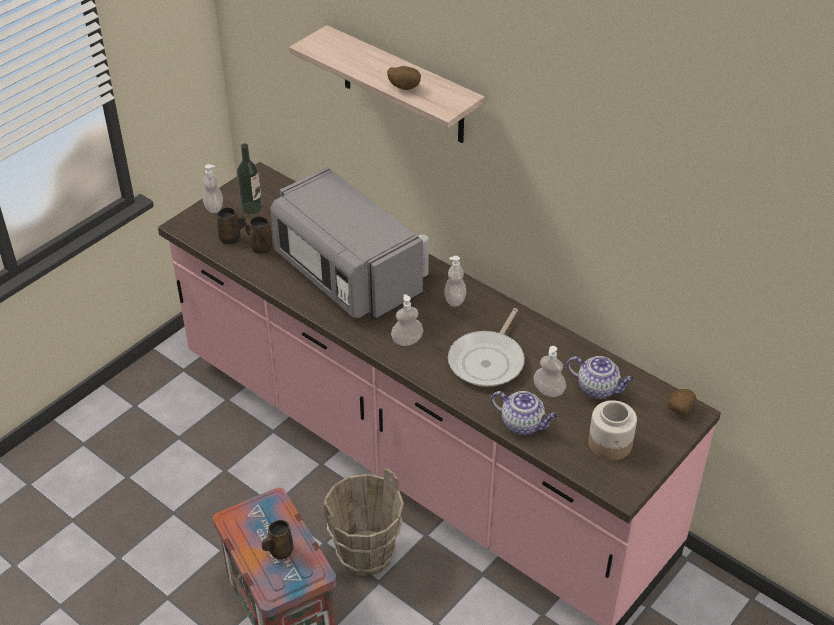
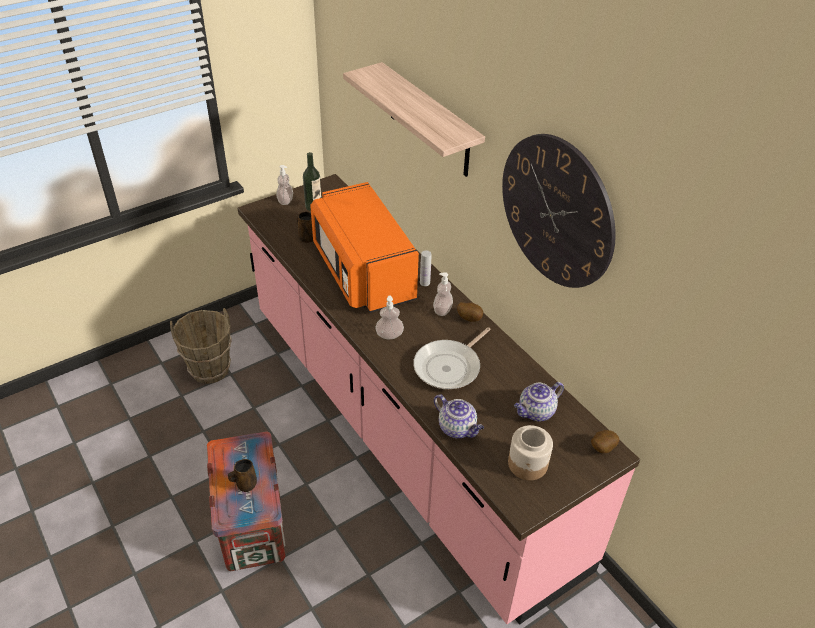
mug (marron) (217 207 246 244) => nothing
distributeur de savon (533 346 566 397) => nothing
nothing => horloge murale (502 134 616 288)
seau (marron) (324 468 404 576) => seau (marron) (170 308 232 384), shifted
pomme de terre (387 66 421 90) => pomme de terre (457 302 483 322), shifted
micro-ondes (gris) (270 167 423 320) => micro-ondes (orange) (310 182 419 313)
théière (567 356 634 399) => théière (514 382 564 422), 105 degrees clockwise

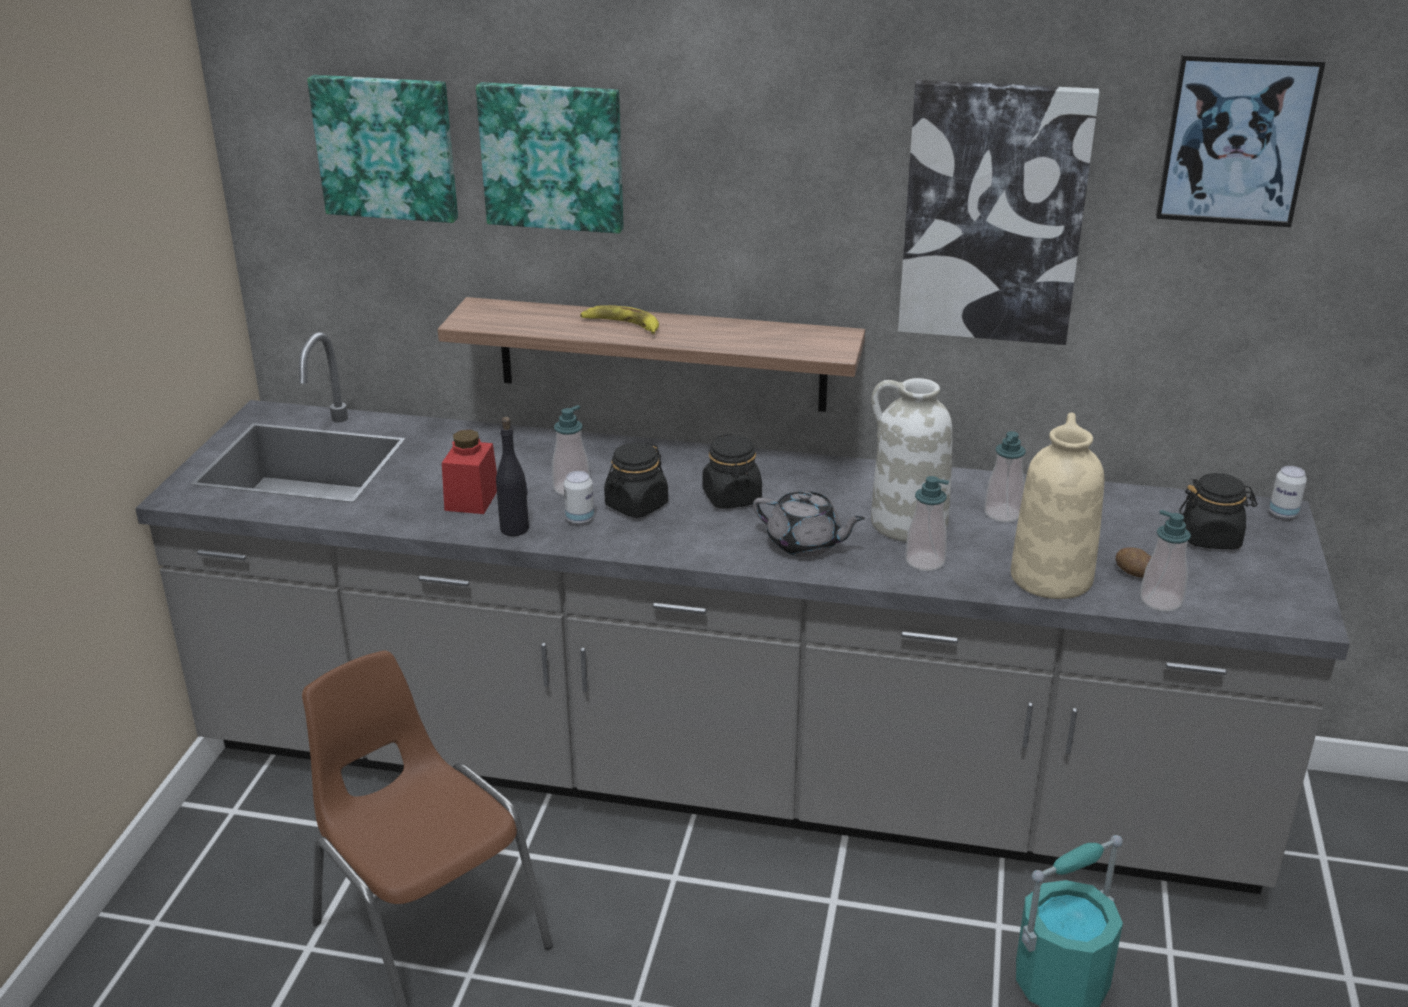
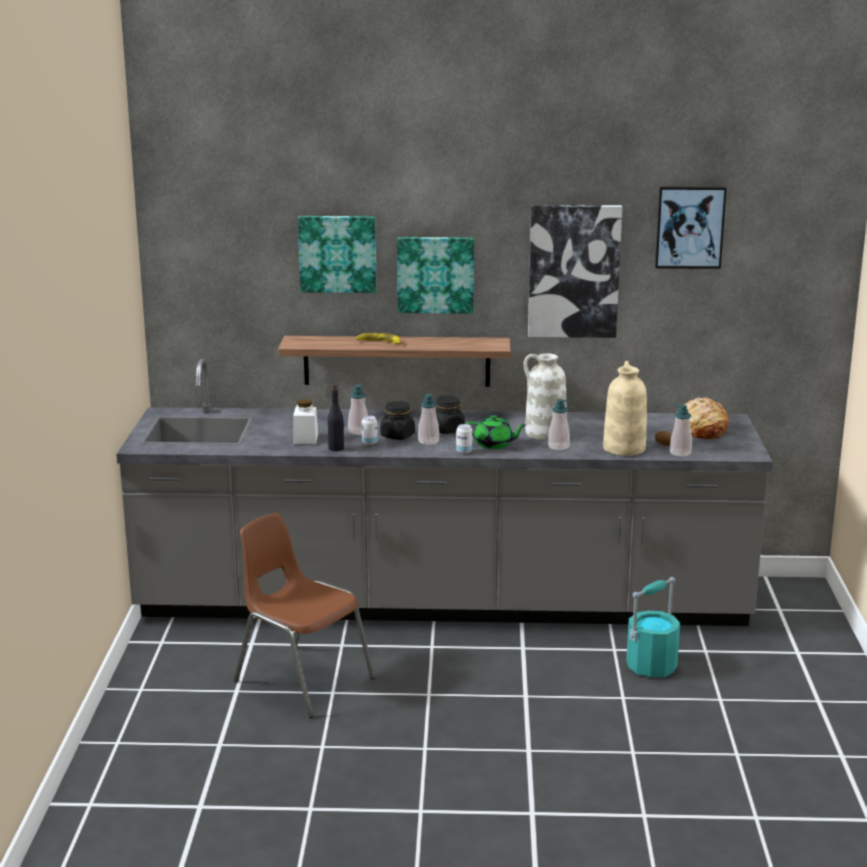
tableau (307 75 458 223) => tableau (397 237 474 314), shifted
distributeur de savon (984 431 1026 522) => distributeur de savon (418 394 439 445), shifted
boîte métallique (1269 466 1307 519) => boîte métallique (456 424 472 454), shifted
bocal (noir) (1179 473 1258 549) => pain (677 397 729 439)
bocal (rouge) (442 429 497 514) => bocal (blanc) (293 399 318 444)
théière (gris) (753 491 865 557) => théière (vert) (466 415 526 449)

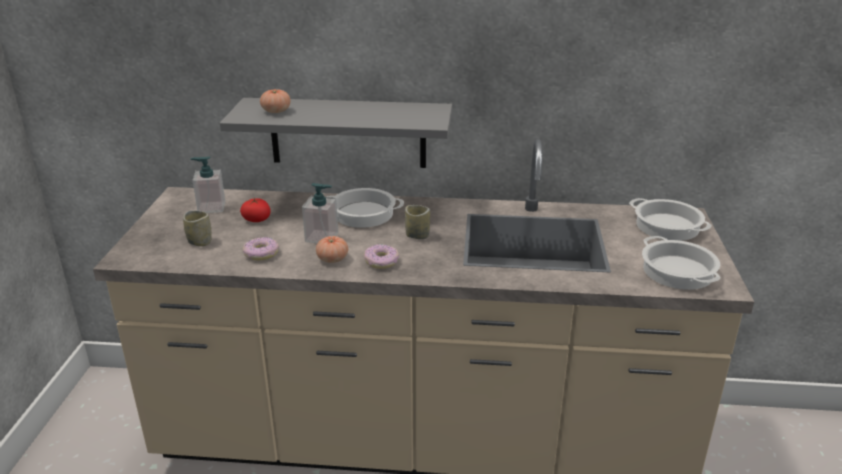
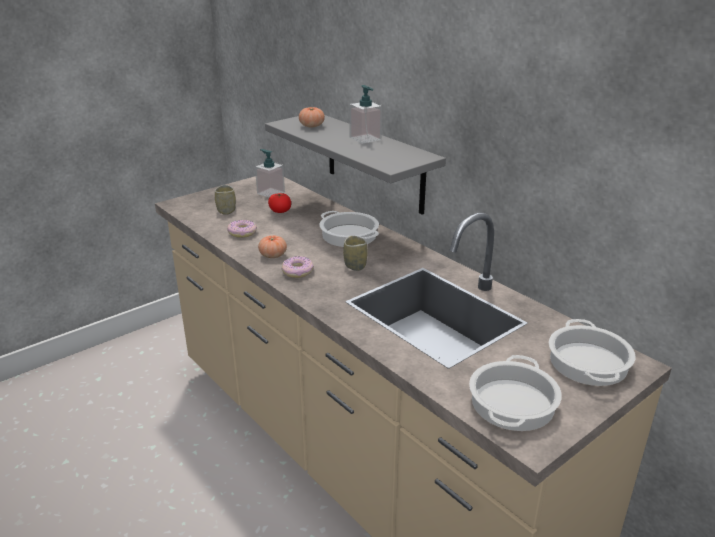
distributeur de savon (302 183 338 243) => distributeur de savon (349 85 382 144), shifted

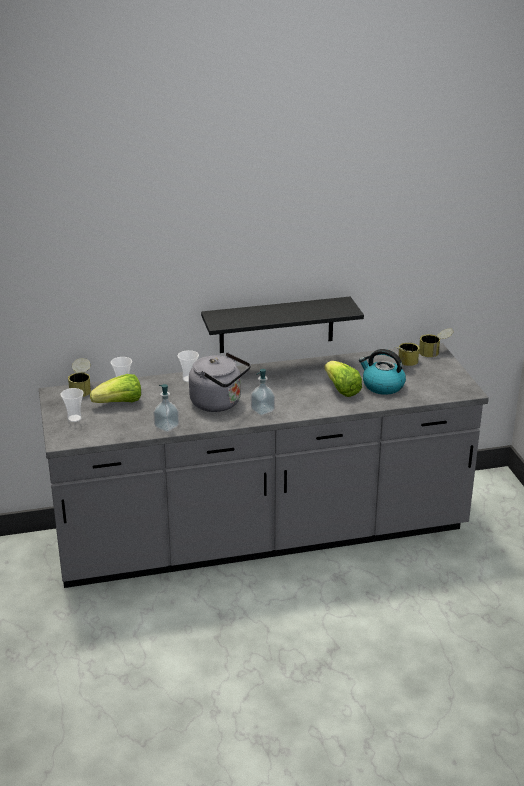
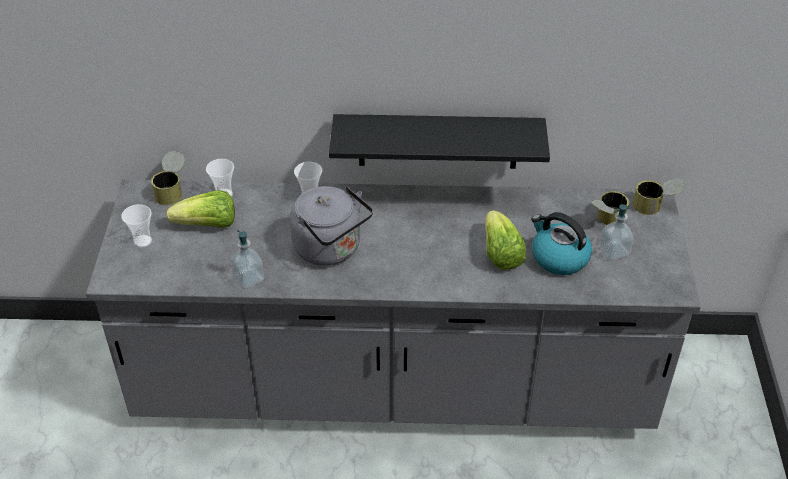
distributeur de savon (251 369 275 416) => distributeur de savon (599 204 633 260), shifted

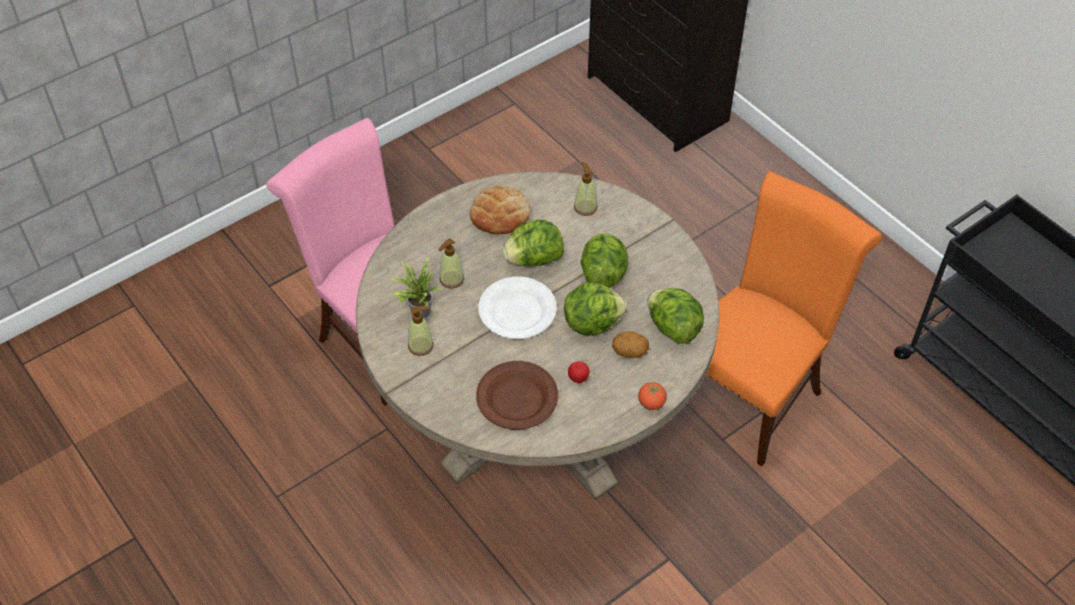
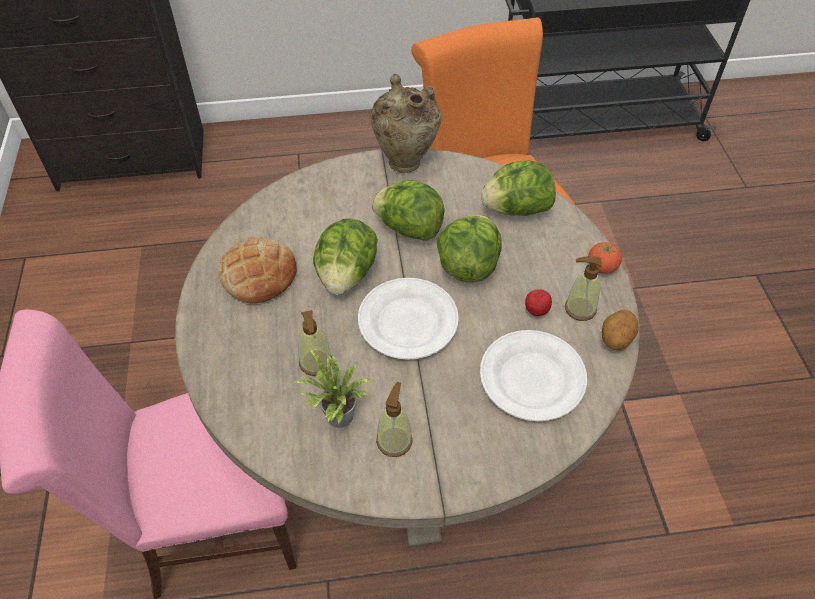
nothing => vase (beige) (371 74 441 173)
distributeur de savon (574 162 598 216) => distributeur de savon (565 256 601 321), shifted
pomme de terre (612 331 649 358) => pomme de terre (602 310 639 350), shifted
assiette (marron) (476 361 558 430) => assiette (blanc) (480 330 587 421)

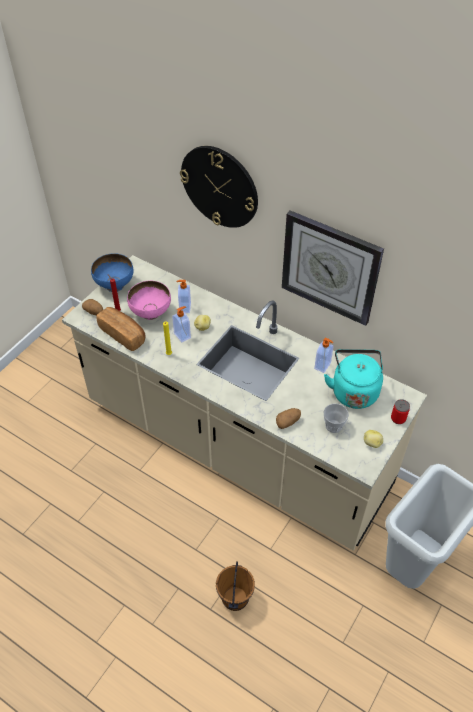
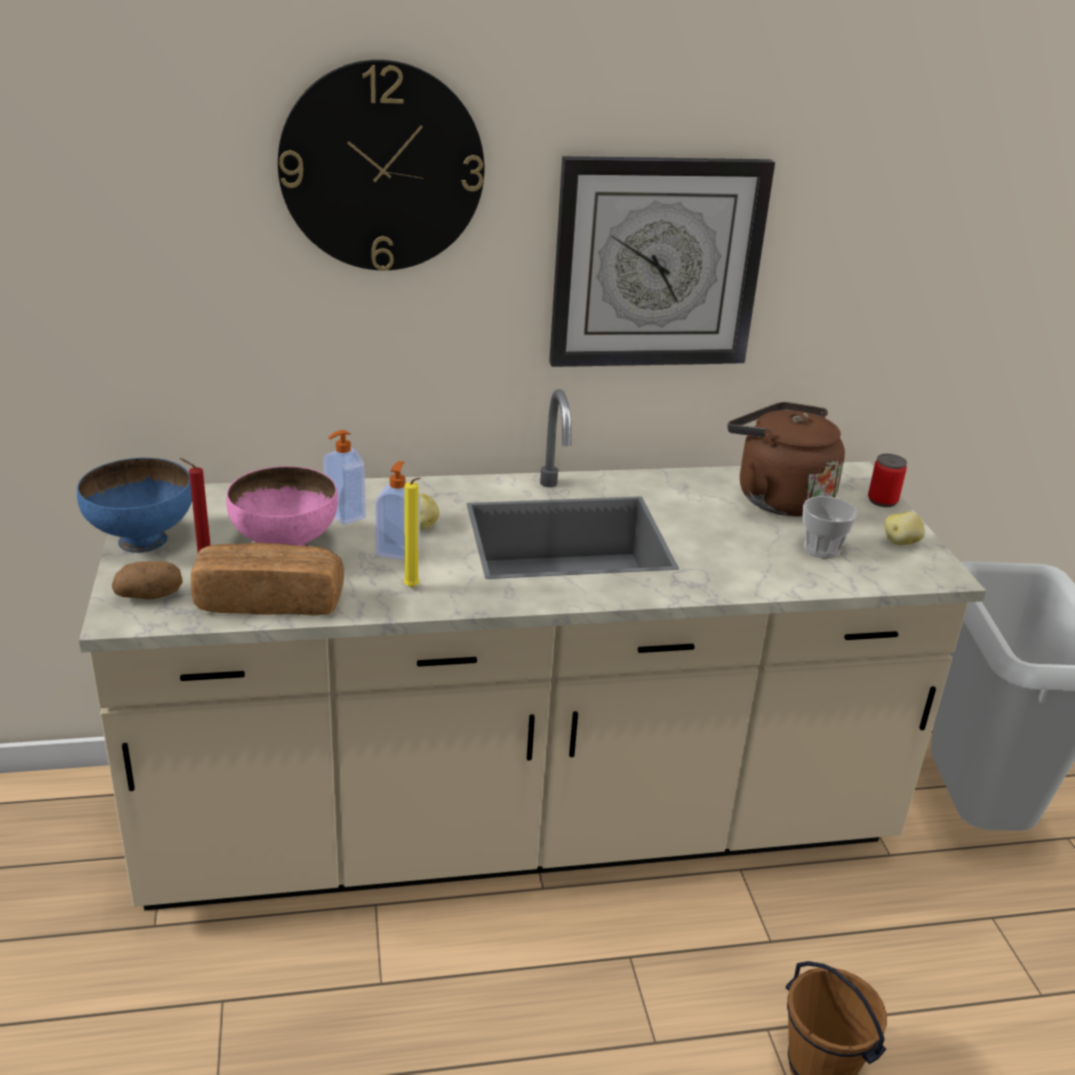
pomme de terre (276 408 301 429) => nothing
distributeur de savon (314 338 334 373) => nothing
bouilloire (turquoise) (324 349 383 409) => bouilloire (marron) (727 402 845 517)

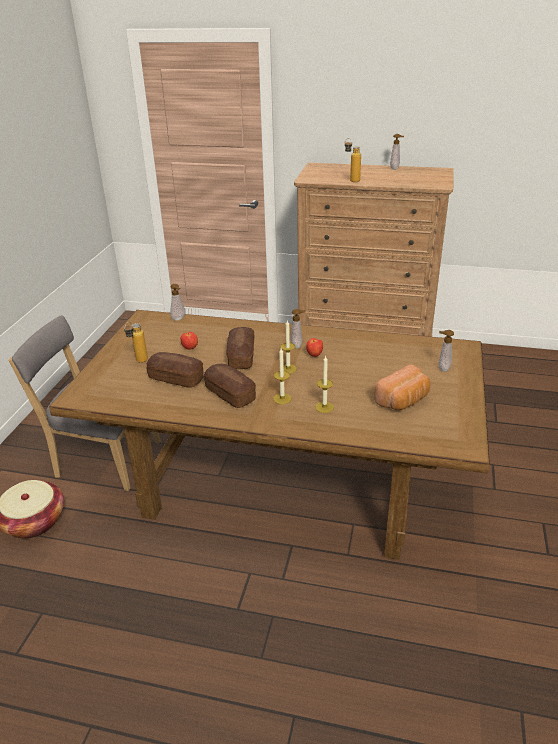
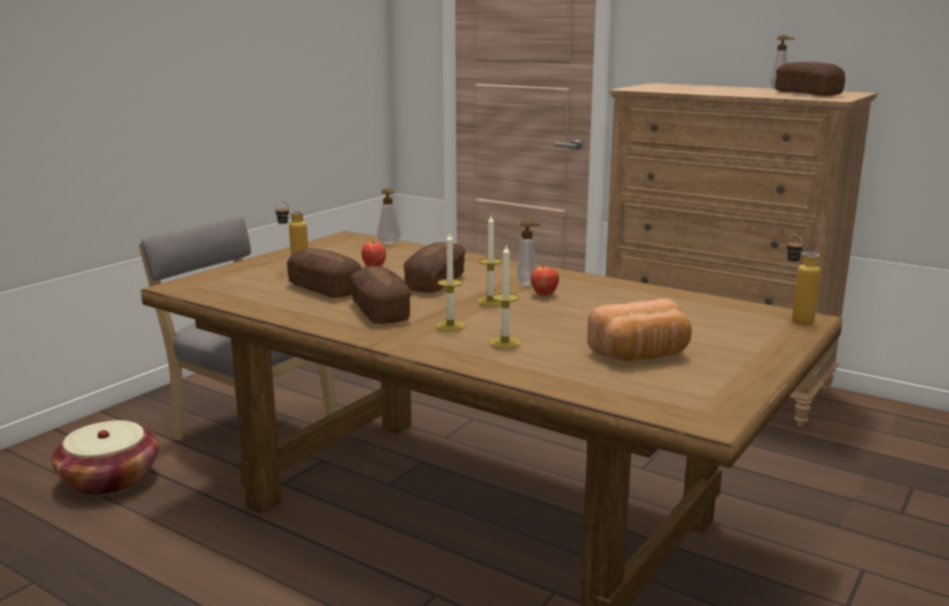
distributeur de savon (438 330 454 372) => nothing
nothing => pain (775 62 845 96)
bouteille (345 138 361 182) => bouteille (786 235 821 325), shifted

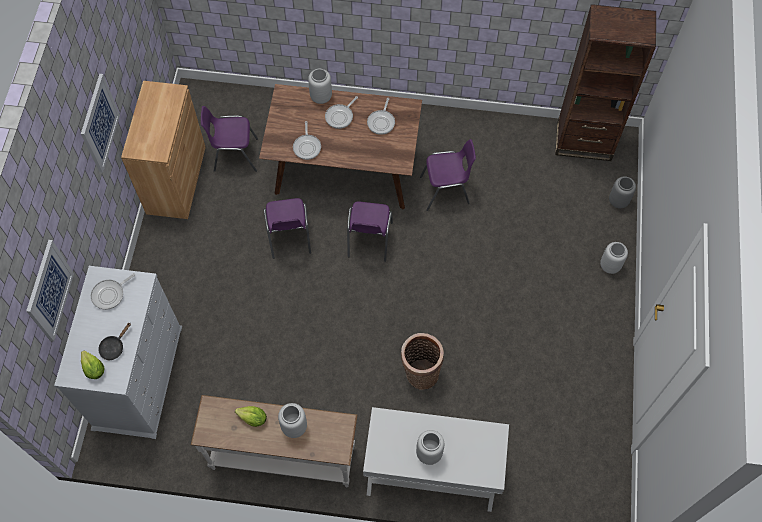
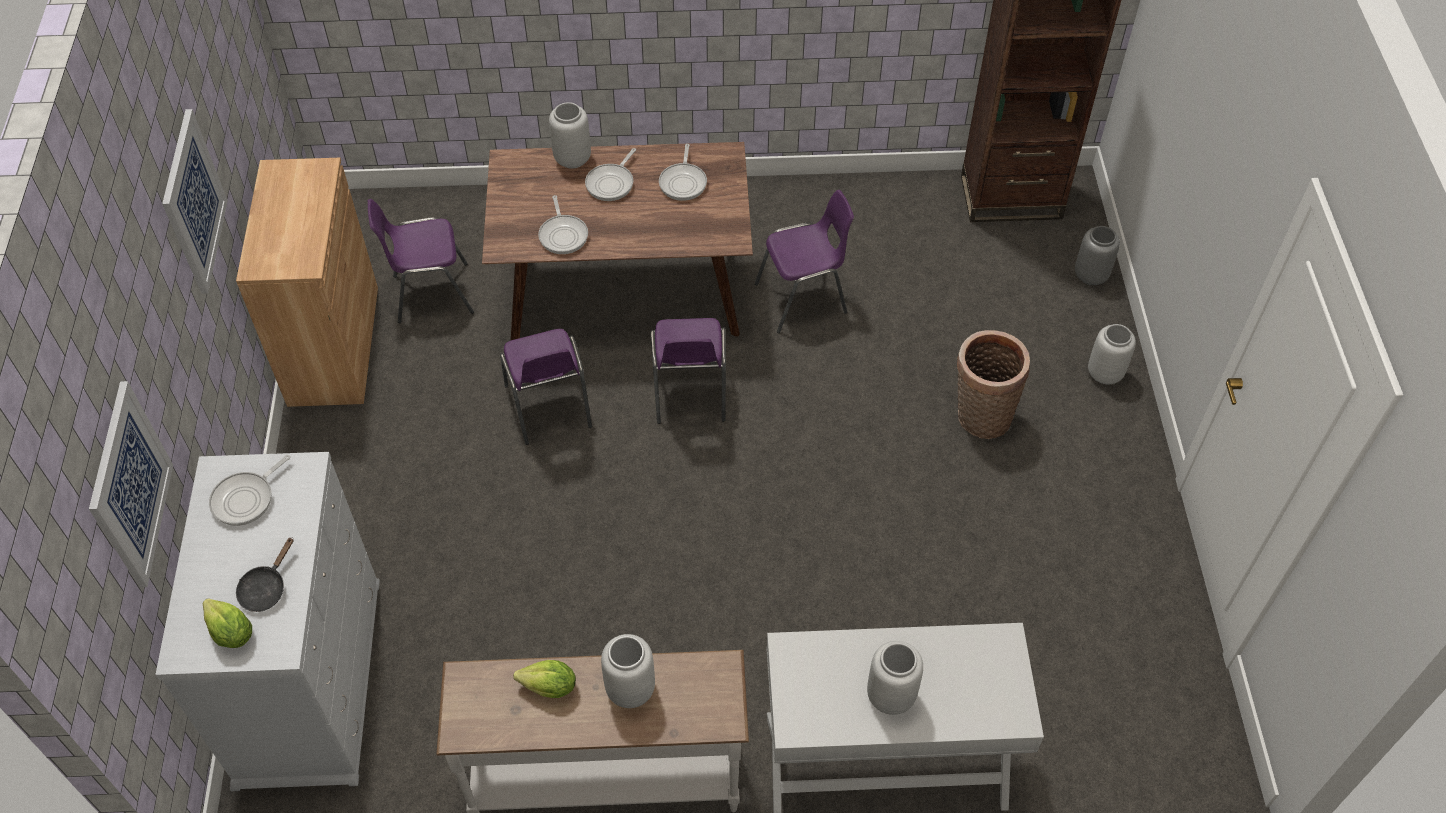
panier (401 333 444 390) => panier (957 330 1030 439), shifted

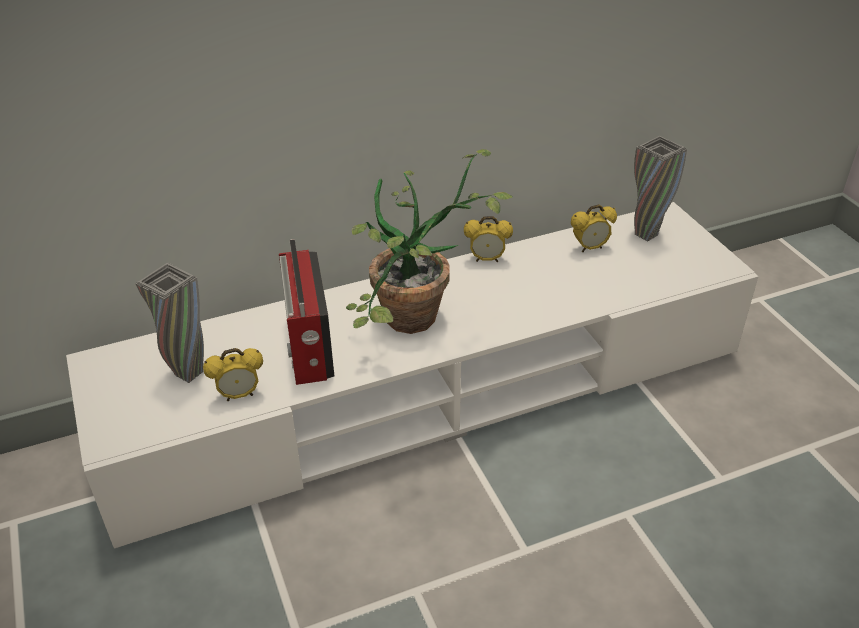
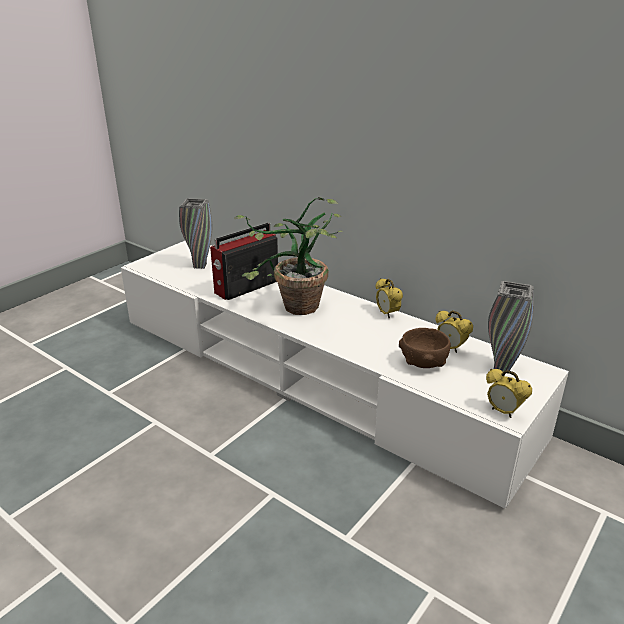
nothing => bol (marron) (399 328 451 368)
réveil (203 348 263 401) => réveil (486 369 532 418), shifted

